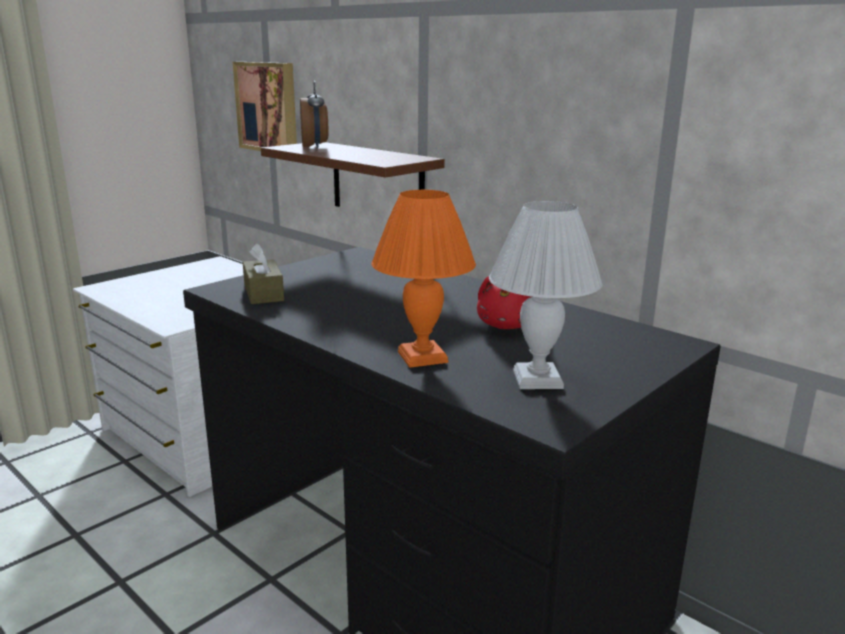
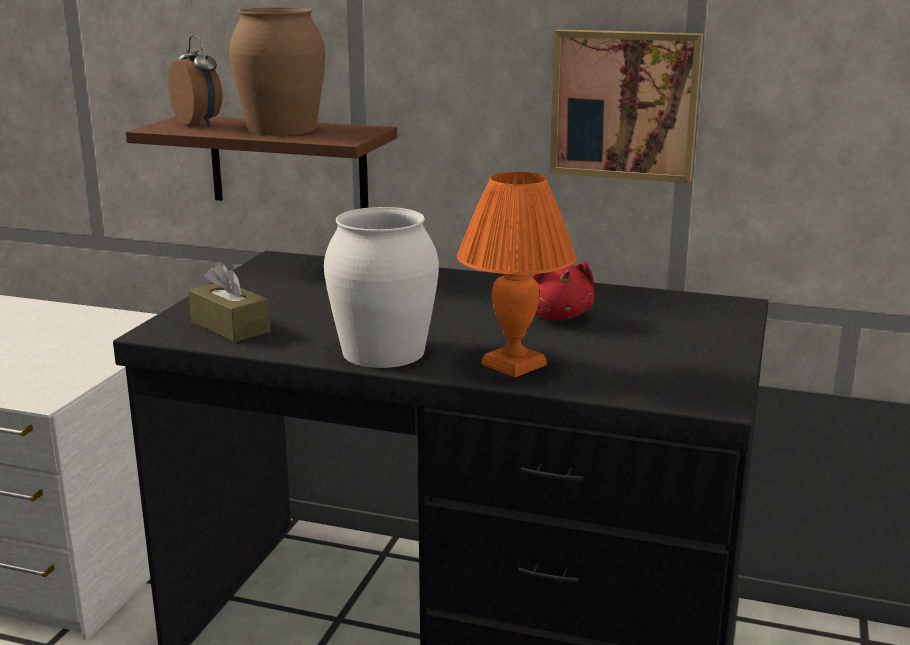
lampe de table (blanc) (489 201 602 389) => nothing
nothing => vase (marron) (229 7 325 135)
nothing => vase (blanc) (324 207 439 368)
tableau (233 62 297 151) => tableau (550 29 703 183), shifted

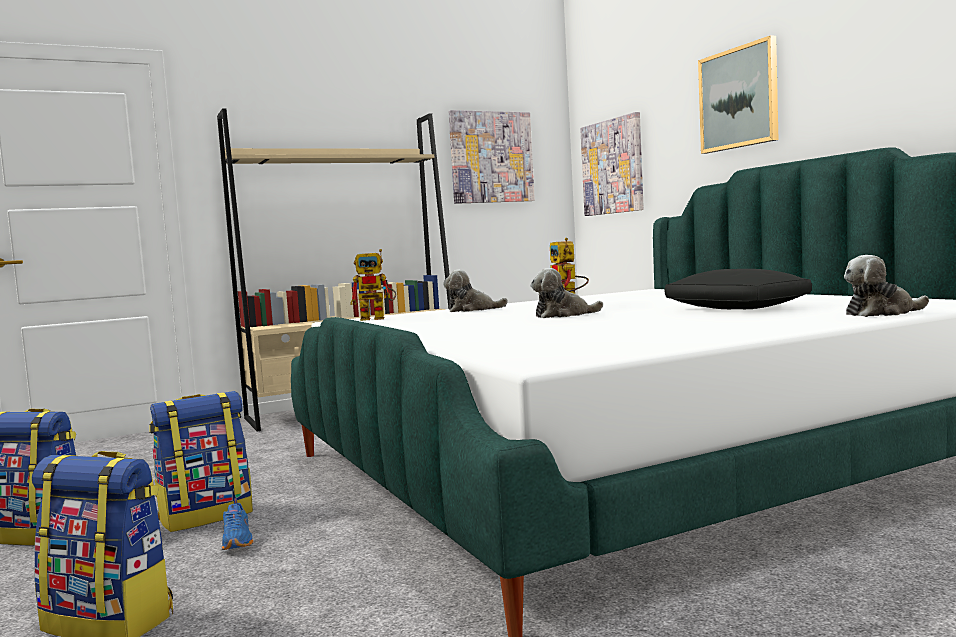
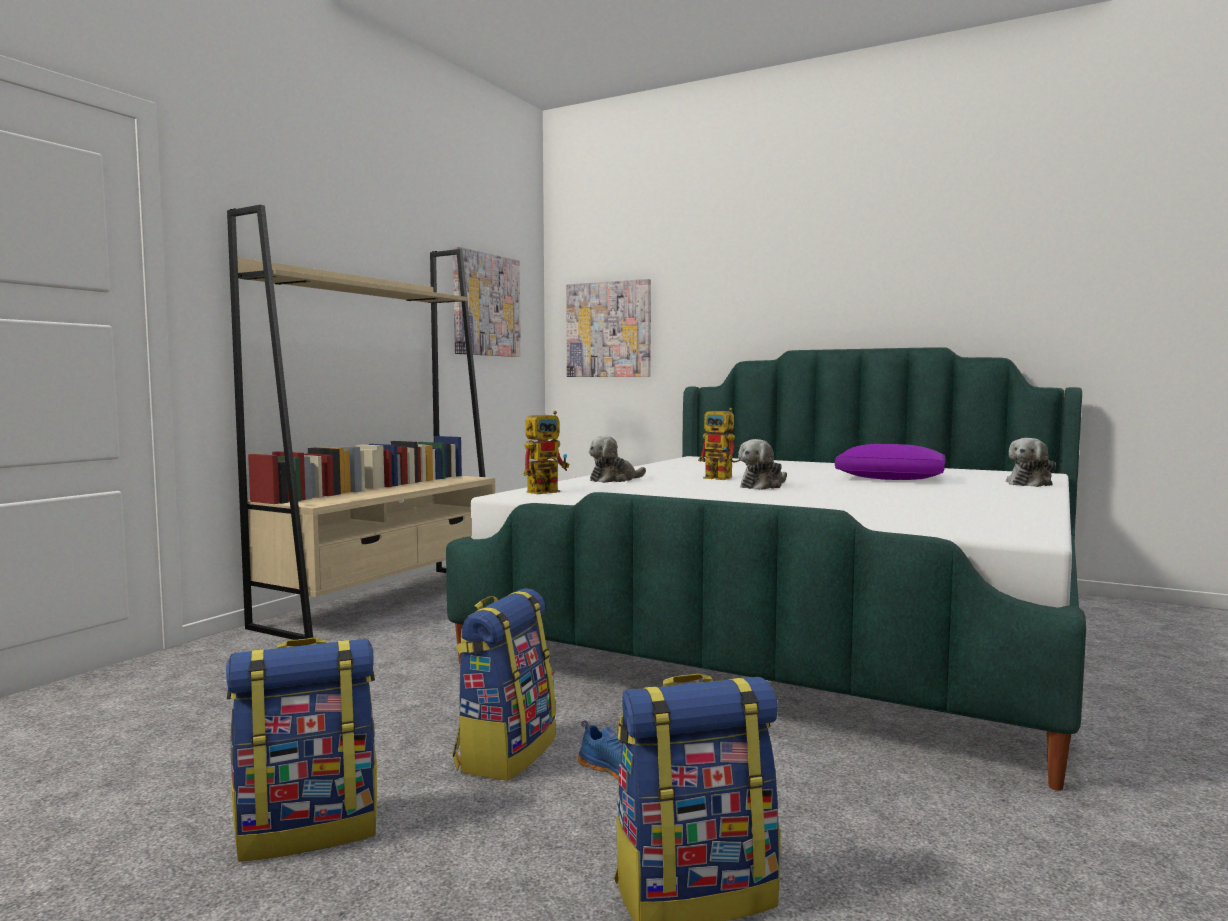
tableau (698 35 779 154) => nothing
coussin (noir) (665 269 812 309) => coussin (violet) (835 444 946 480)

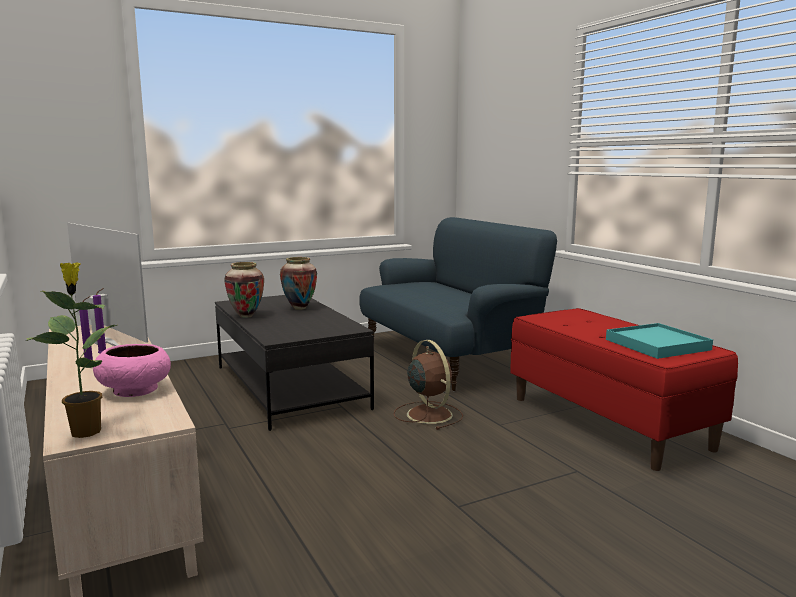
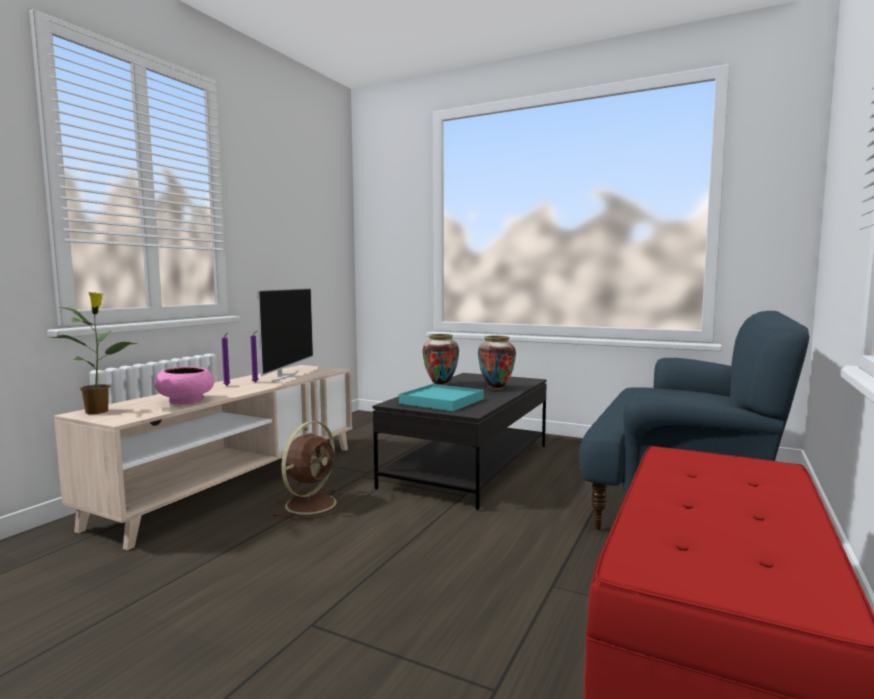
ventilateur (marron) (393 340 463 430) => ventilateur (marron) (272 421 349 519), shifted
plateau (turquoise) (606 323 713 359) => plateau (turquoise) (399 384 484 411), shifted

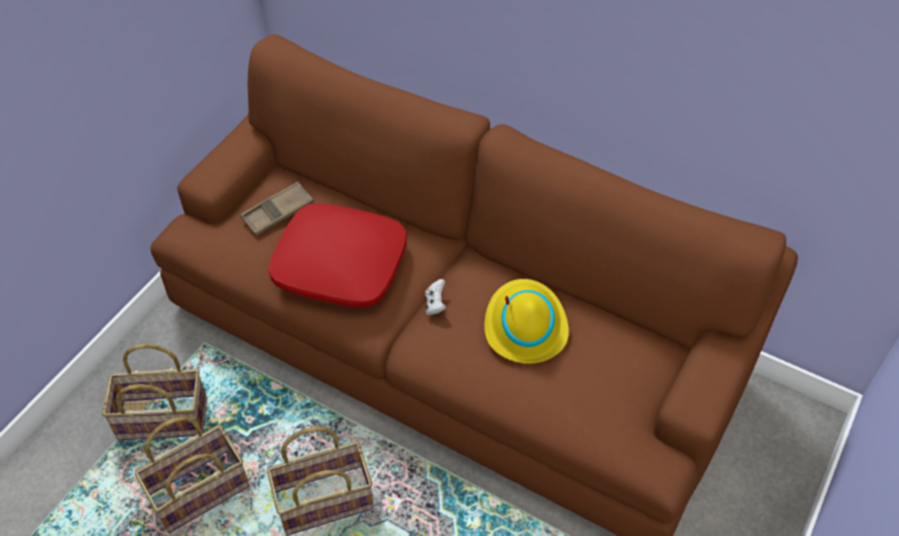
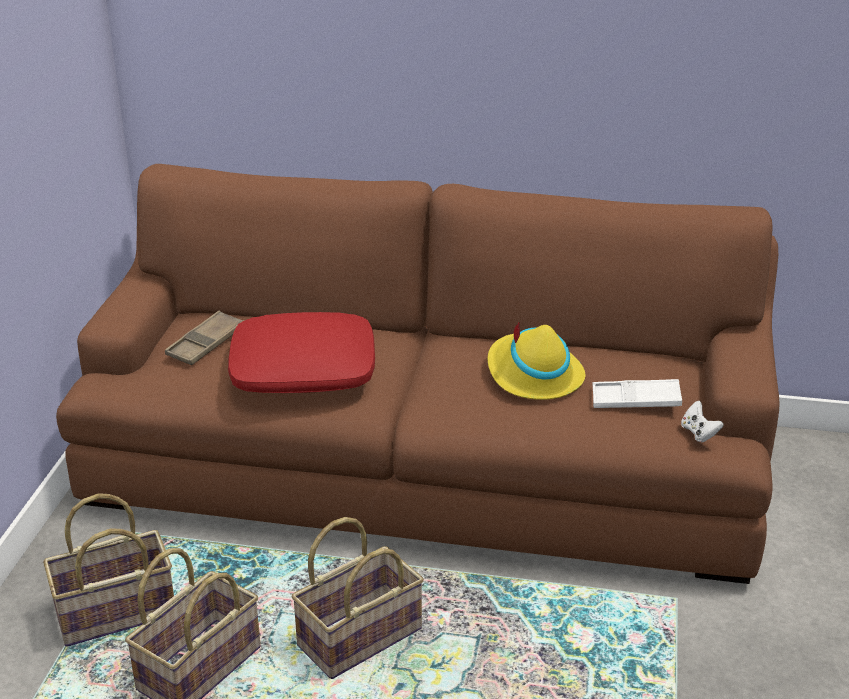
nothing => plateau (blanc) (593 379 682 408)
manette (blanc) (425 279 446 315) => manette (blanc) (681 401 724 442), shifted

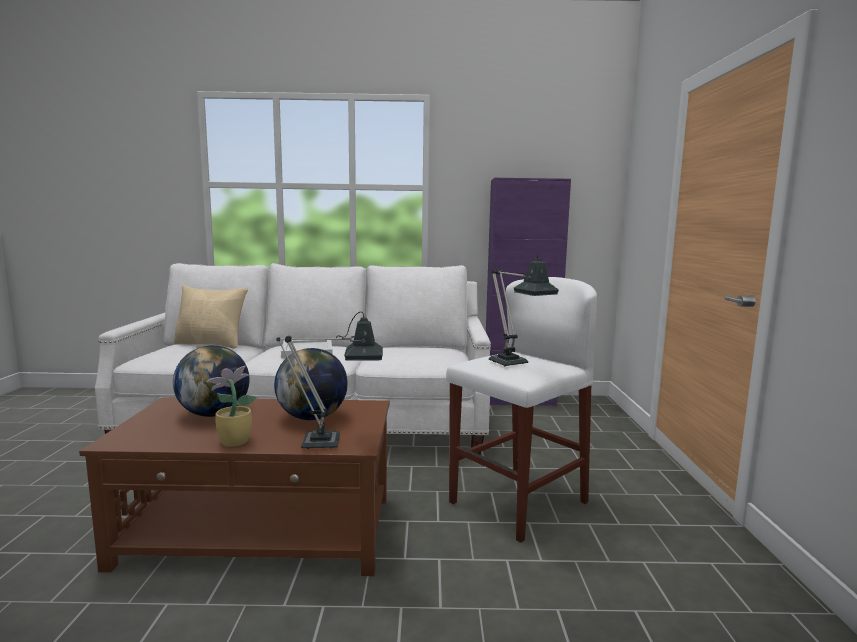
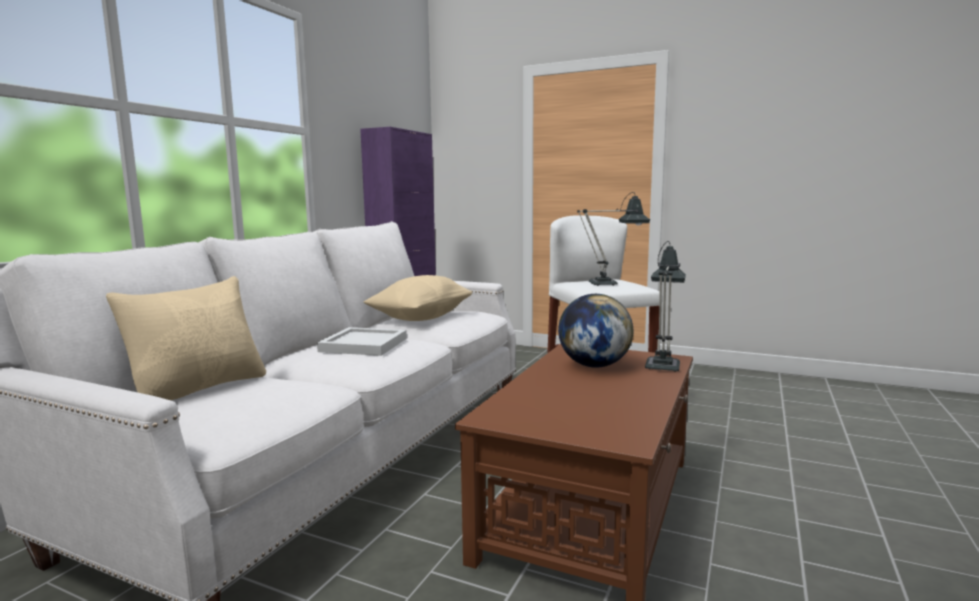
globe (173 345 249 417) => nothing
plante en pot (206 366 257 447) => nothing
nothing => coussin (beige) (363 275 472 321)

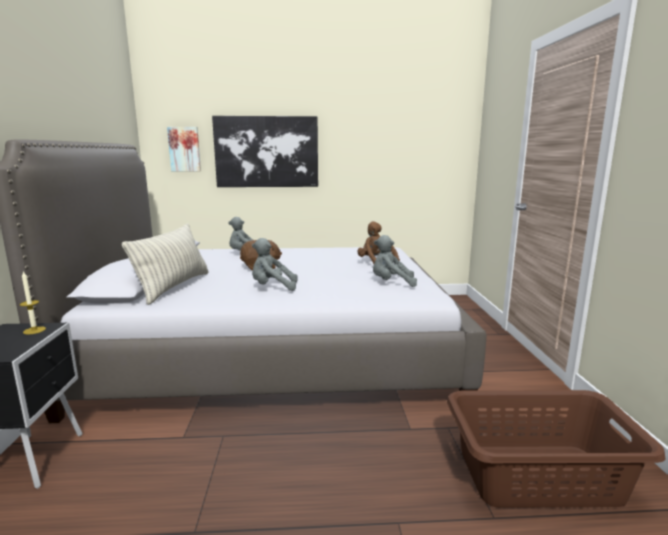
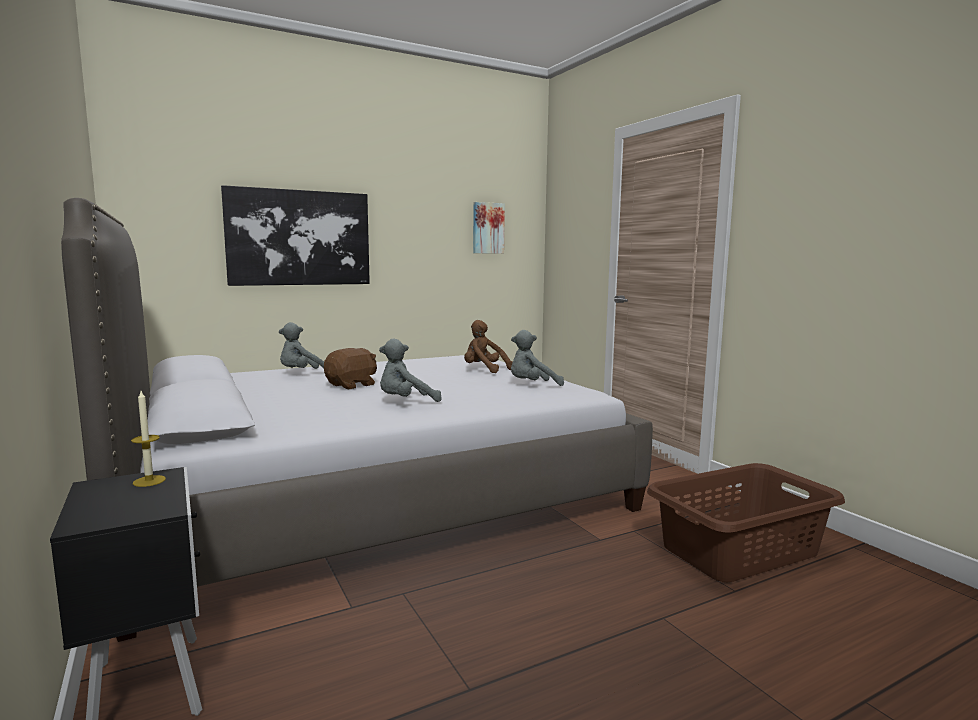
coussin (122 223 209 305) => nothing
tableau (167 127 201 171) => tableau (473 202 505 254), shifted

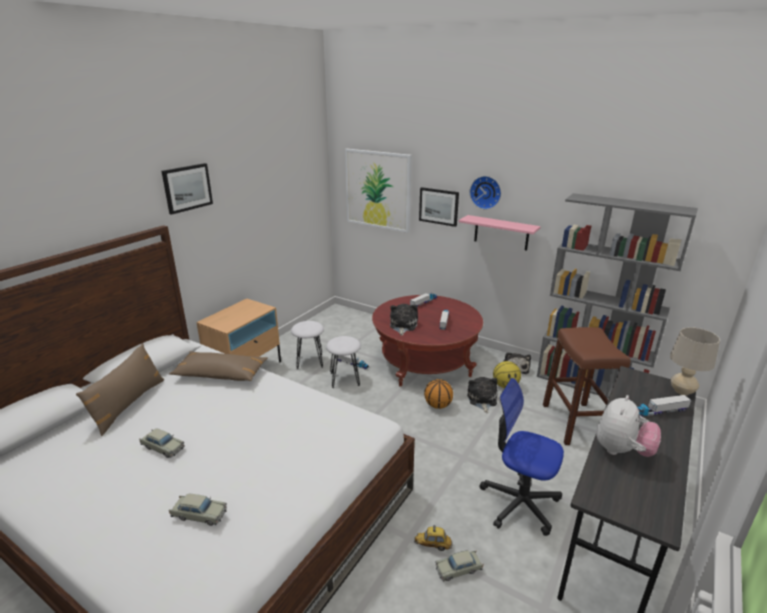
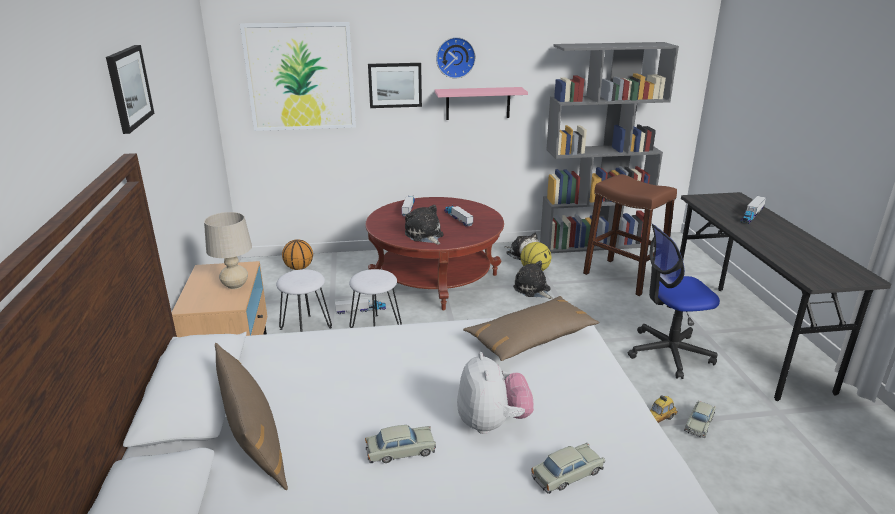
coussin (marron) (169 351 268 381) => coussin (marron) (463 296 600 361), shifted
ballon de basket (424 379 453 409) => ballon de basket (282 239 313 270), shifted
peluche (596 395 661 457) => peluche (457 352 534 434), shifted
lampe de table (beige) (670 327 720 395) => lampe de table (beige) (204 212 252 289), shifted

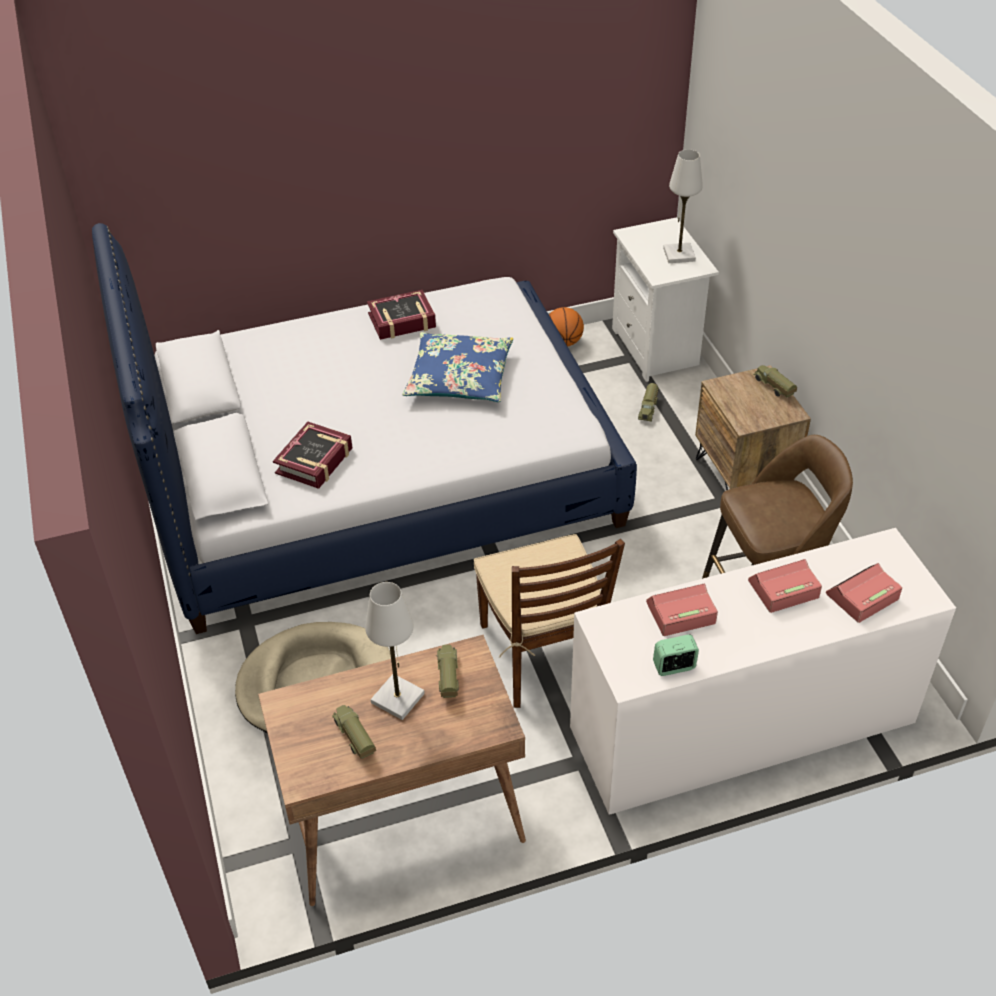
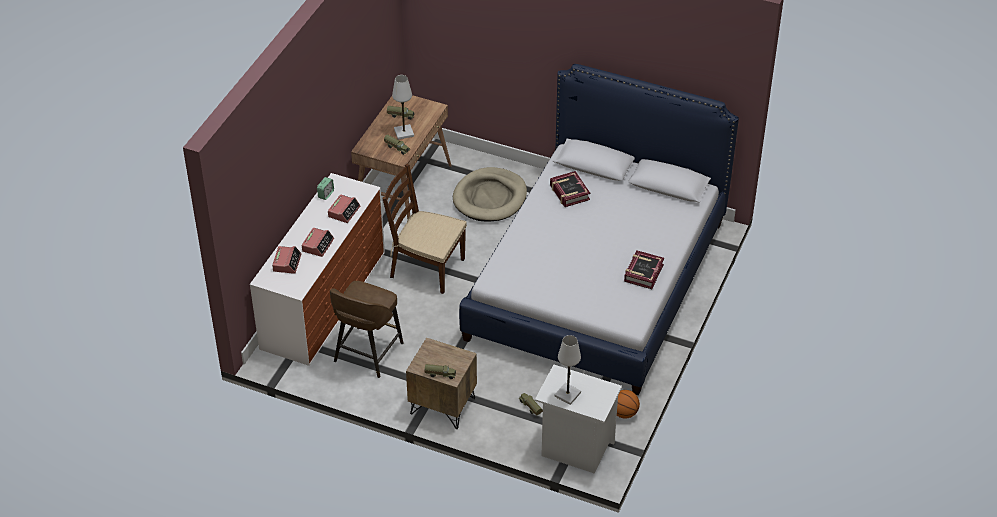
coussin (bleu) (402 332 513 402) => nothing

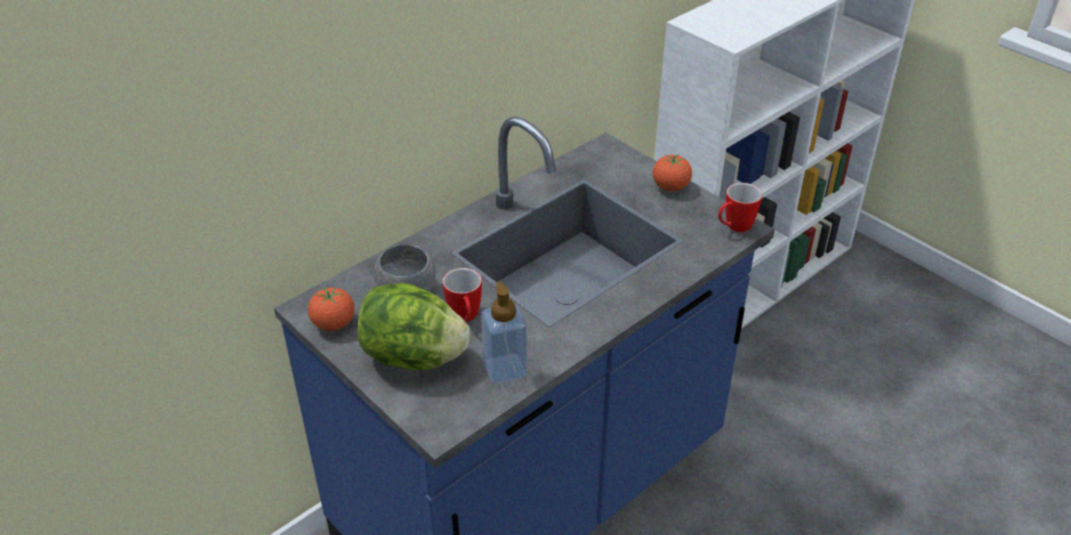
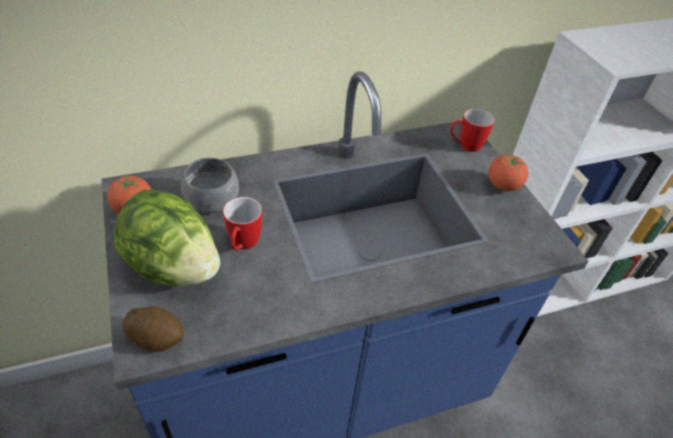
distributeur de savon (481 281 527 384) => nothing
nothing => pomme de terre (122 307 184 352)
mug (718 183 762 232) => mug (450 109 495 152), shifted

